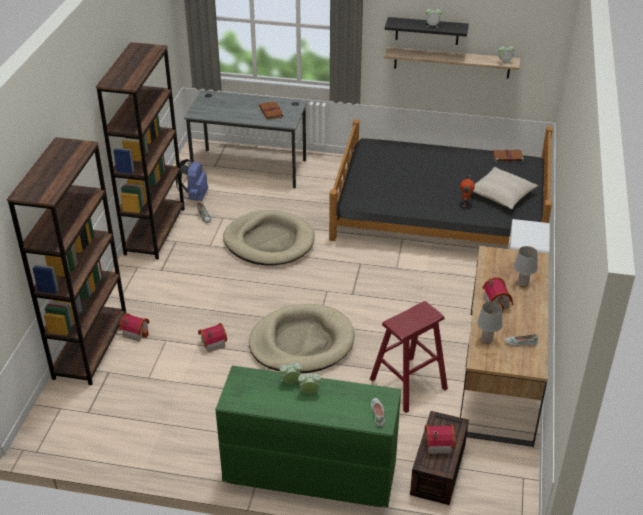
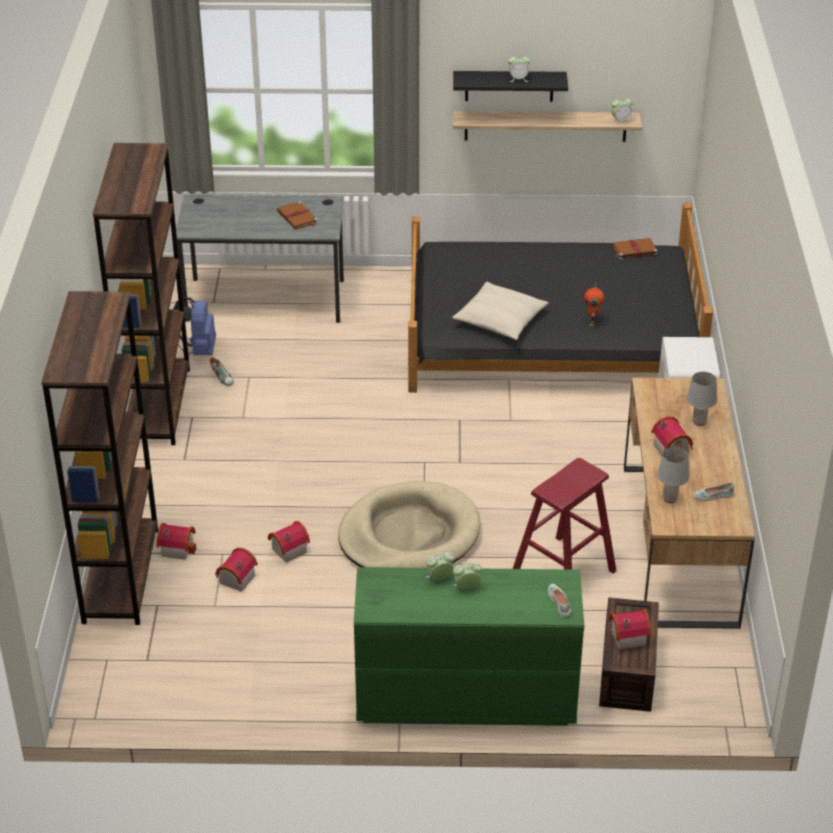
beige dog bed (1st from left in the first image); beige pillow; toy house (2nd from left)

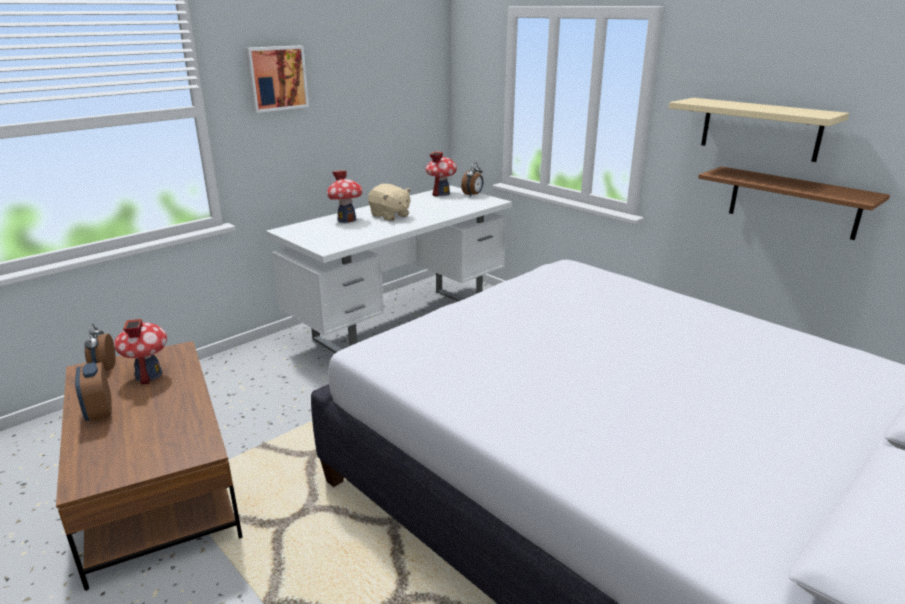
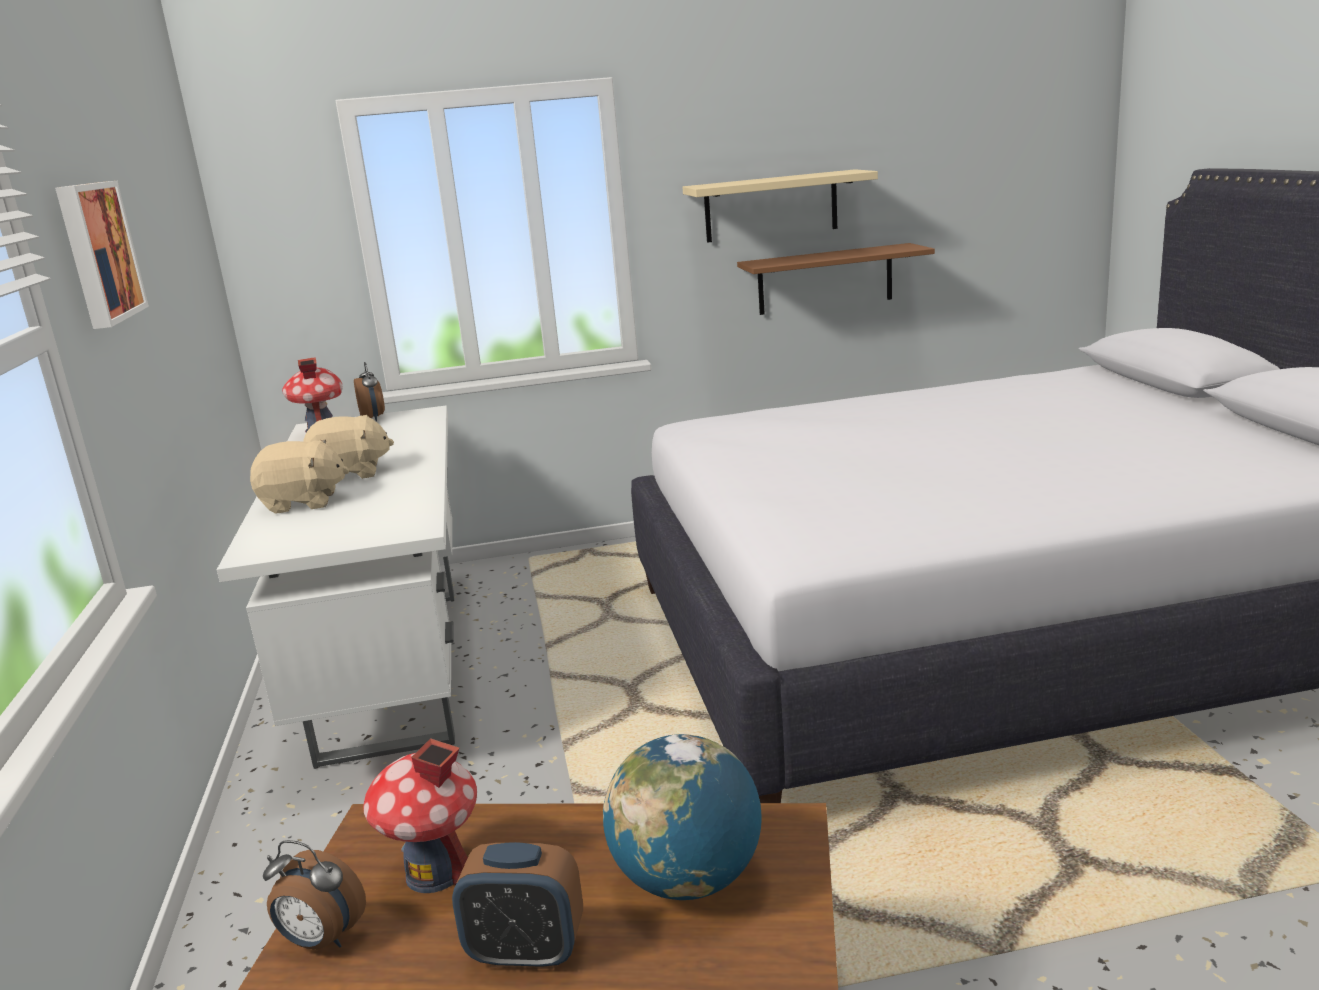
beige plush toy (1st from left); globe

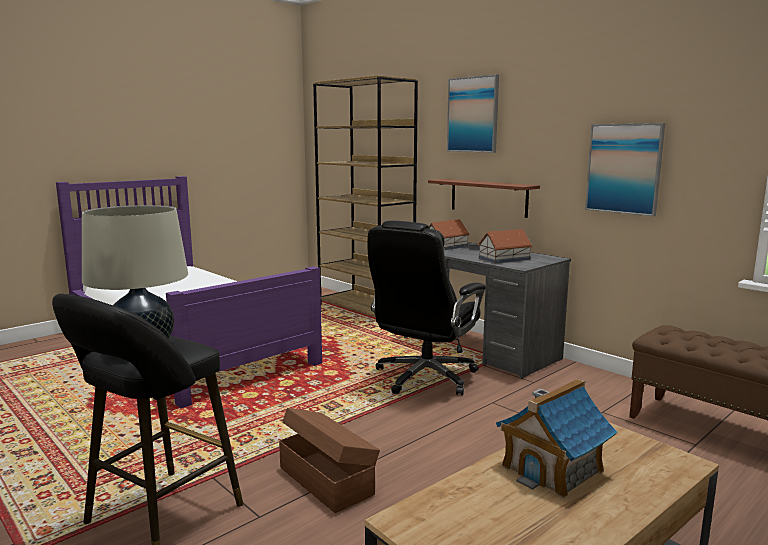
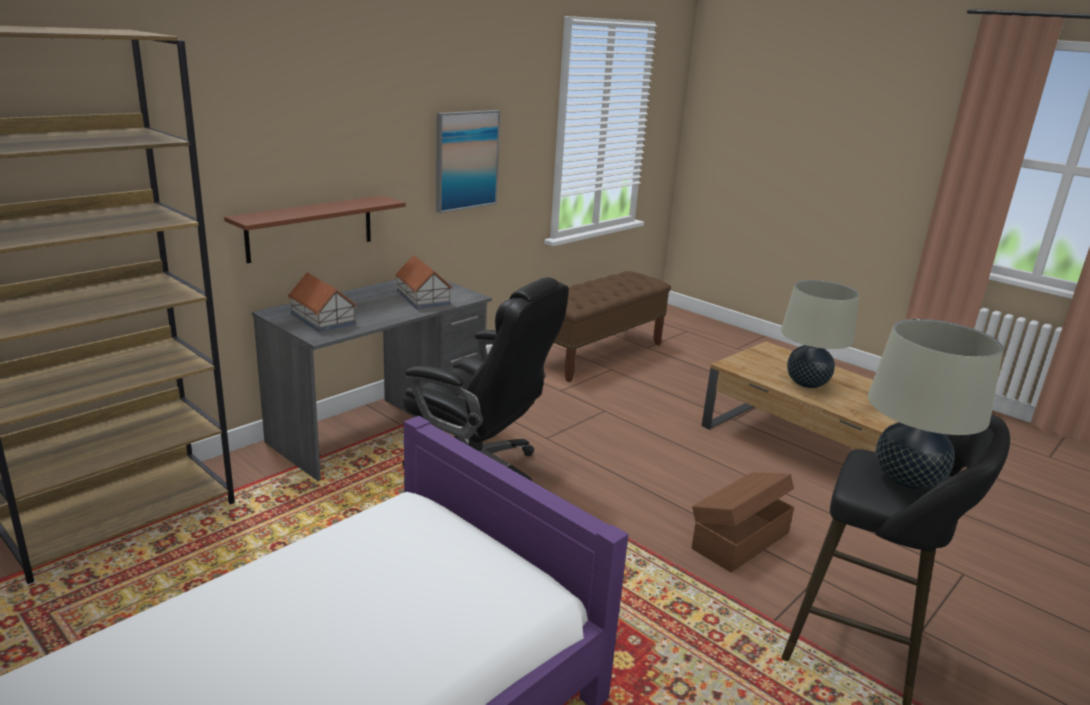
picture (1st from left in the first image); beige table lamp (1st from left)

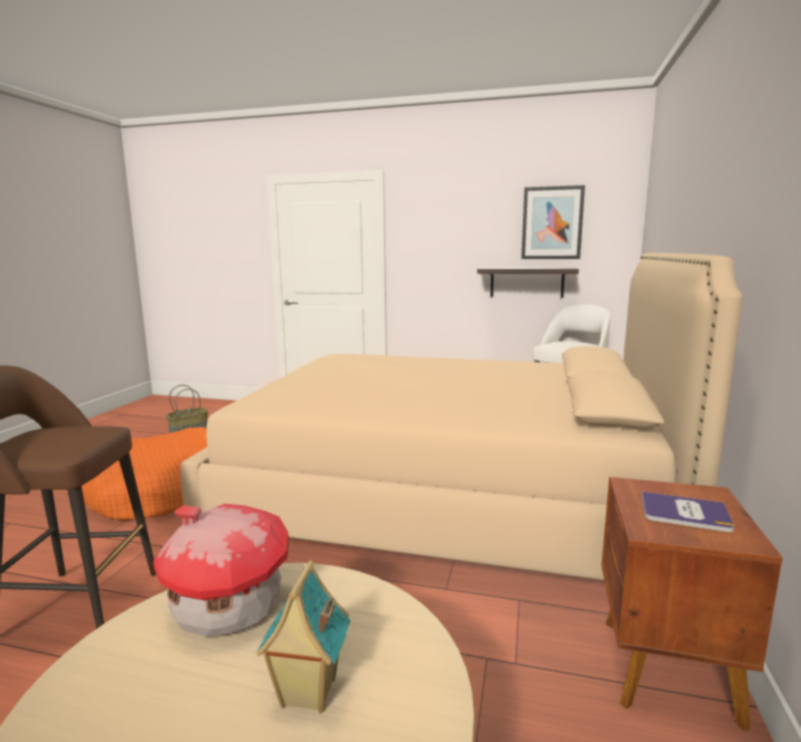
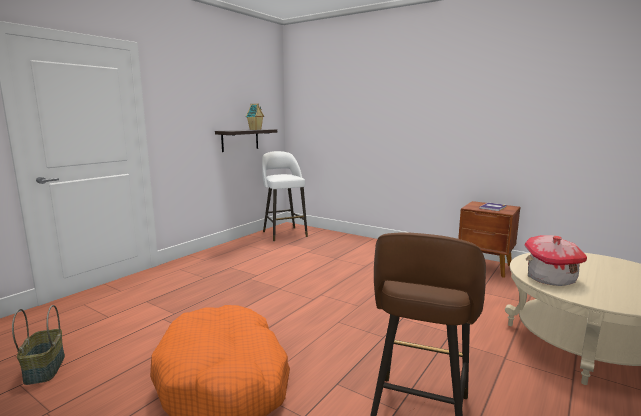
beige bed; toy house (1st from left); picture

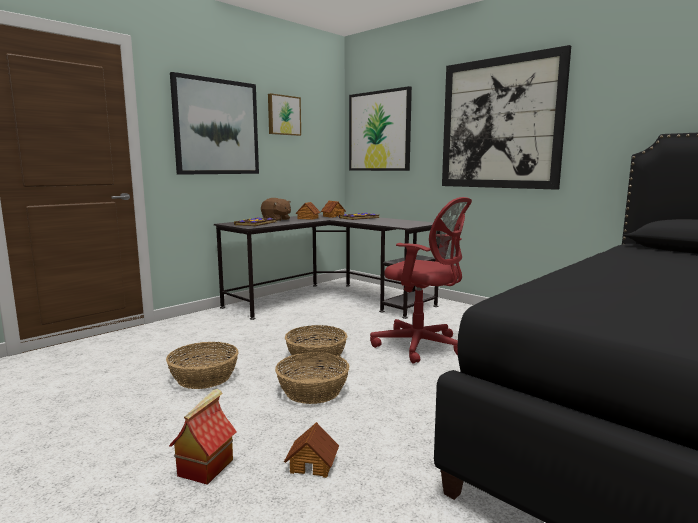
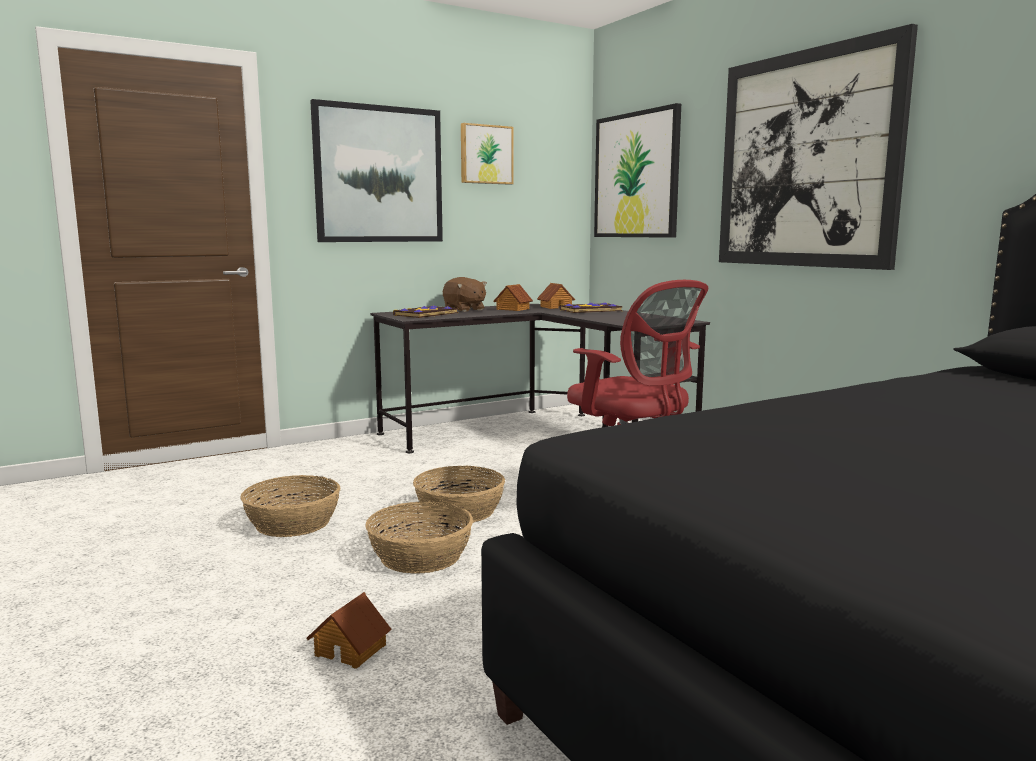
toy house (1st from left in the first image)

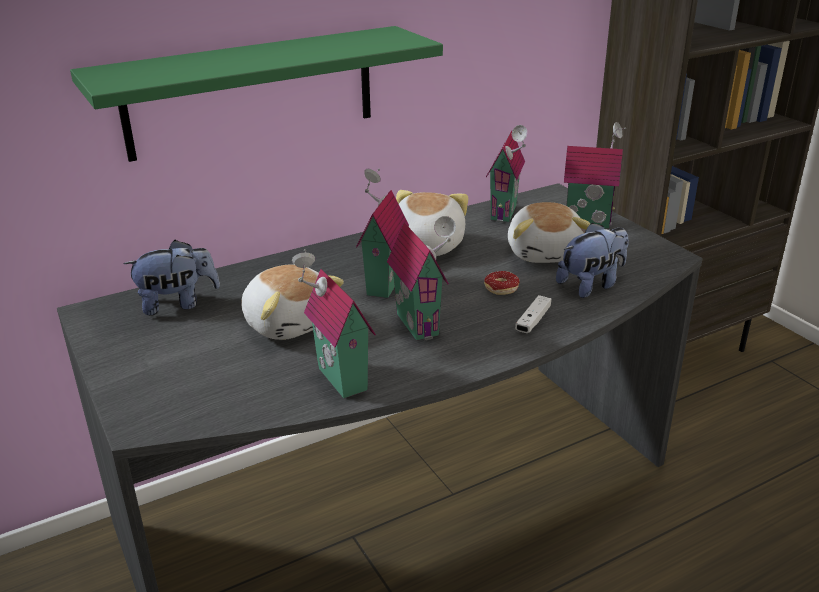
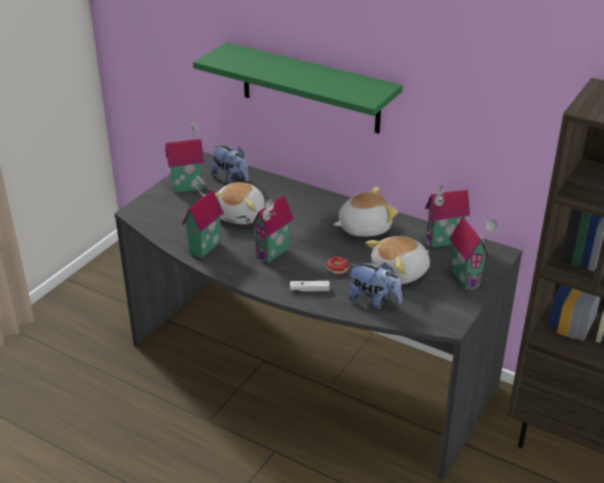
toy house (1st from left)

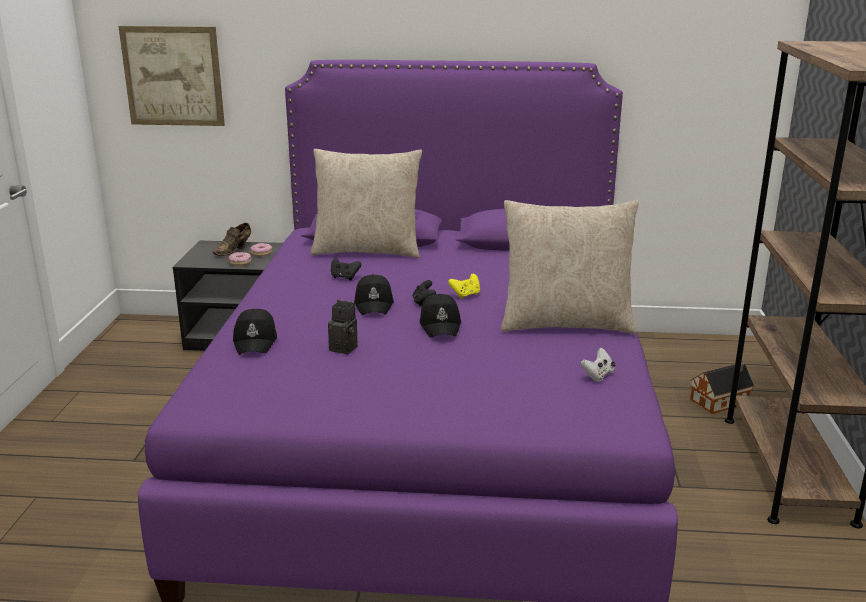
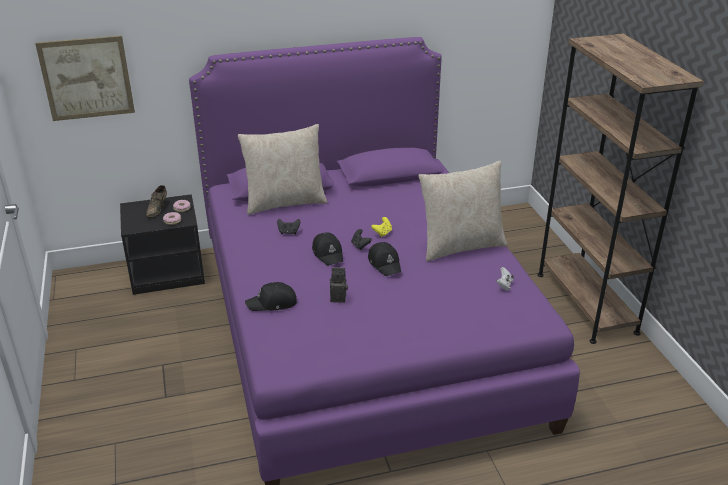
black cap (1st from left); toy house

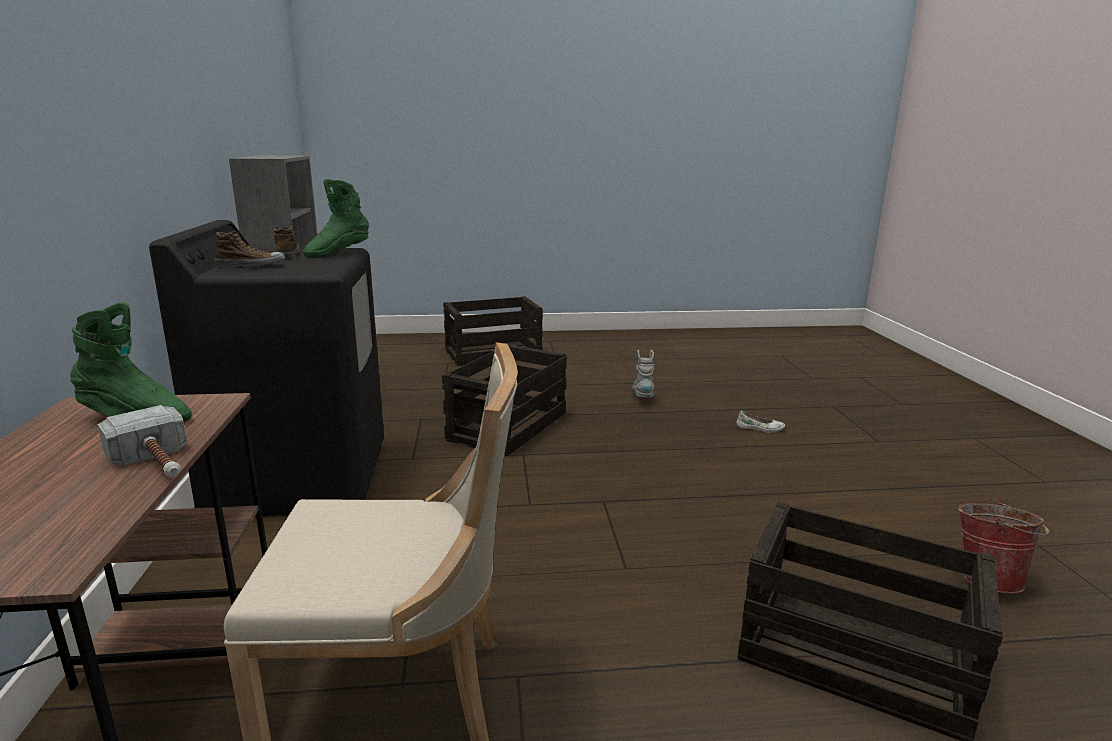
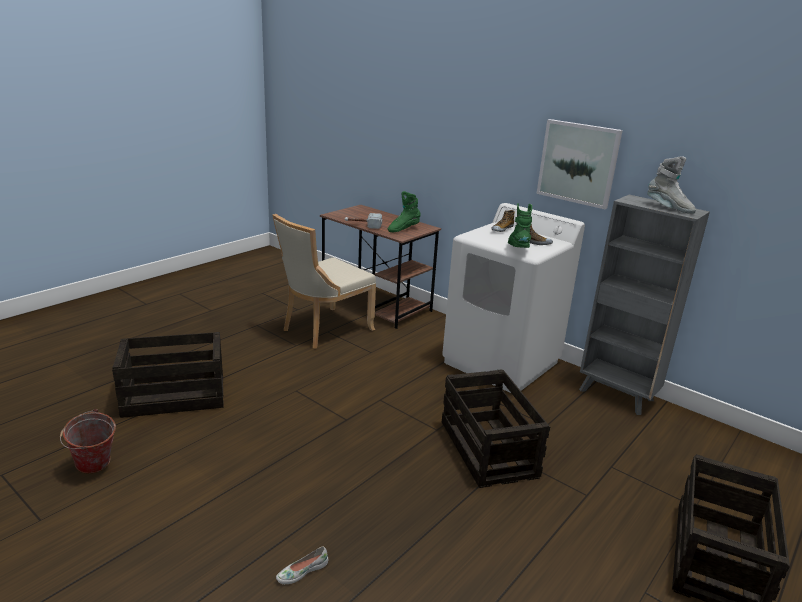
white washing machine; grey boot; picture

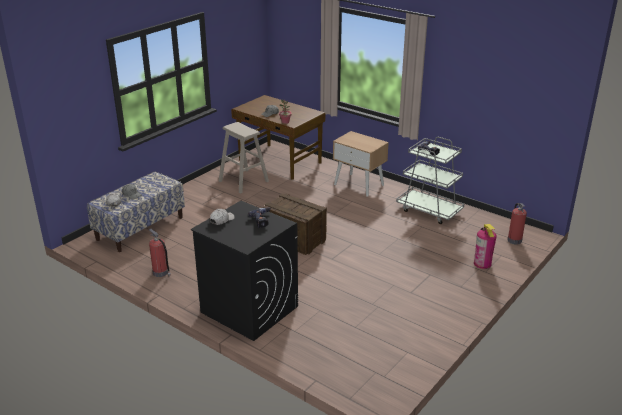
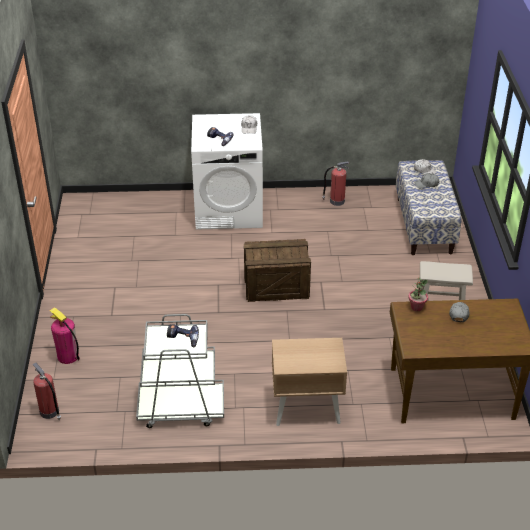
white washing machine

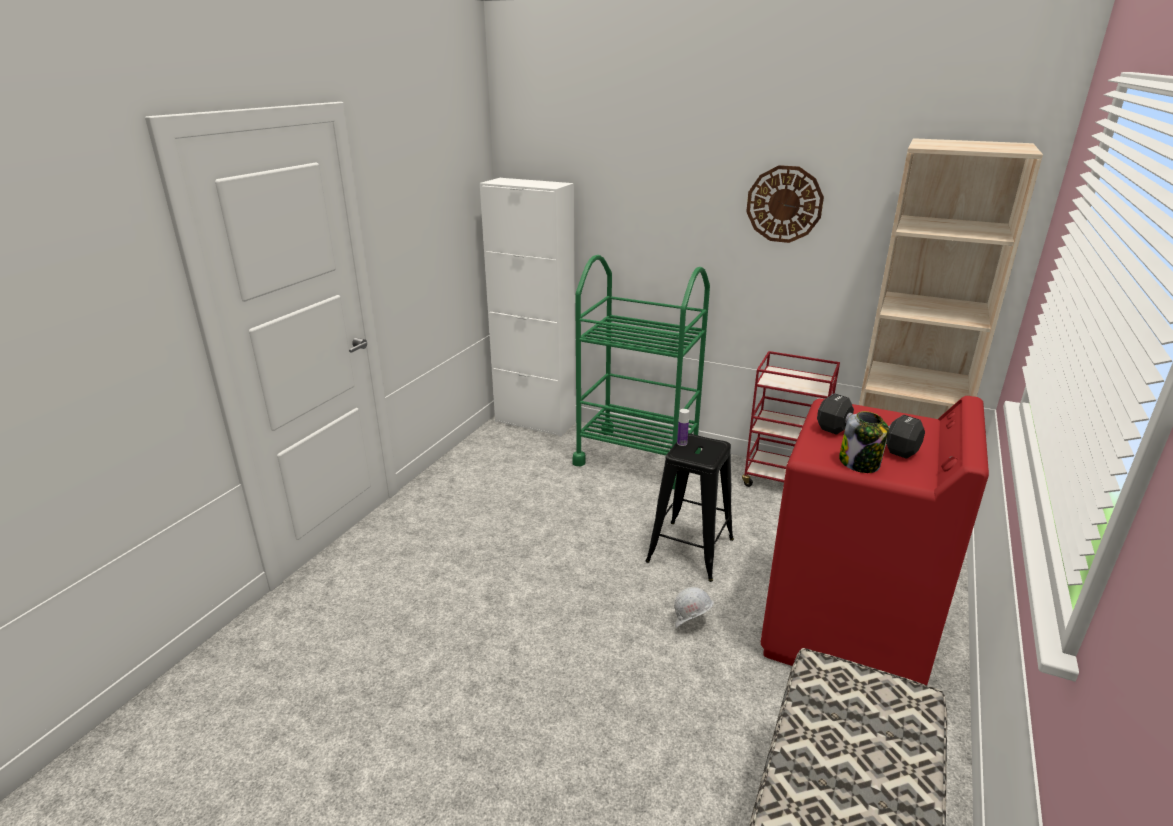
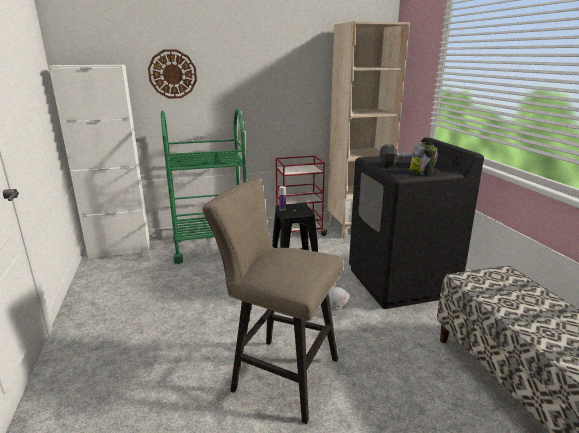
wall clock; black washing machine; beige stool

